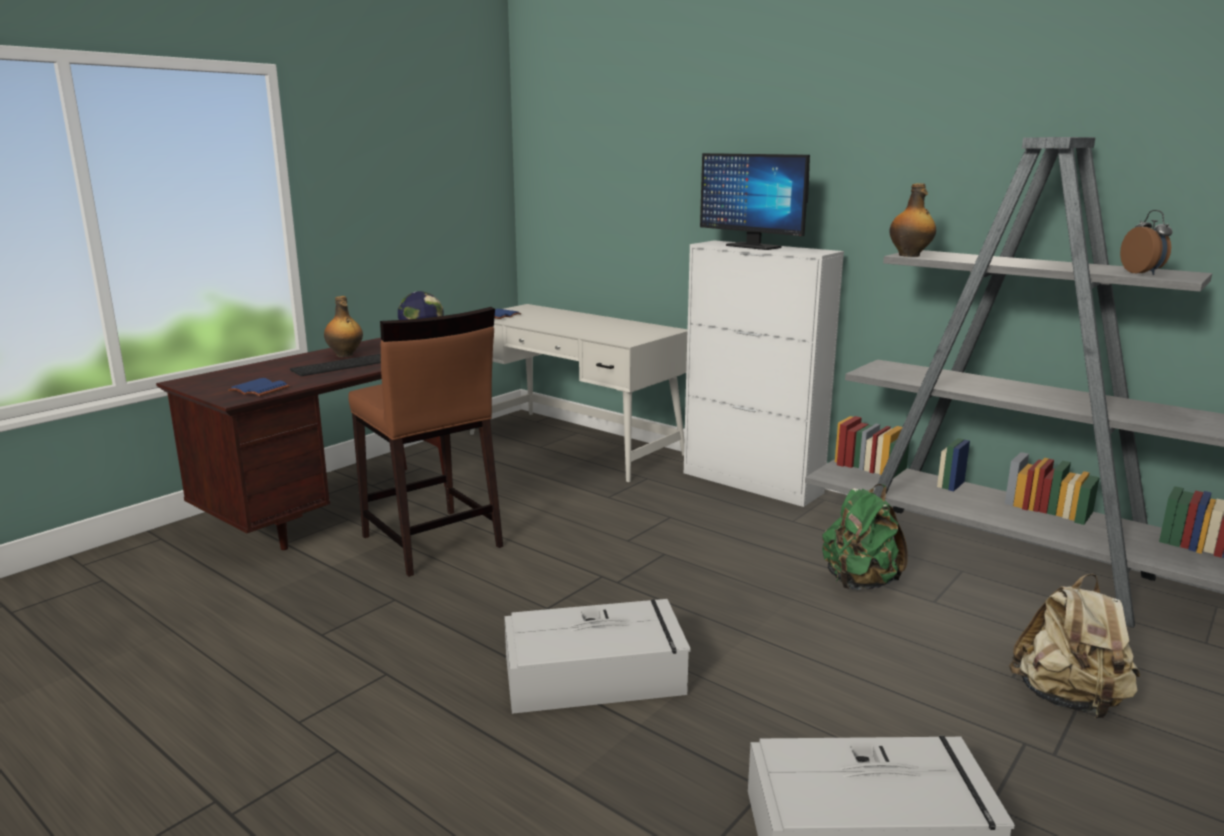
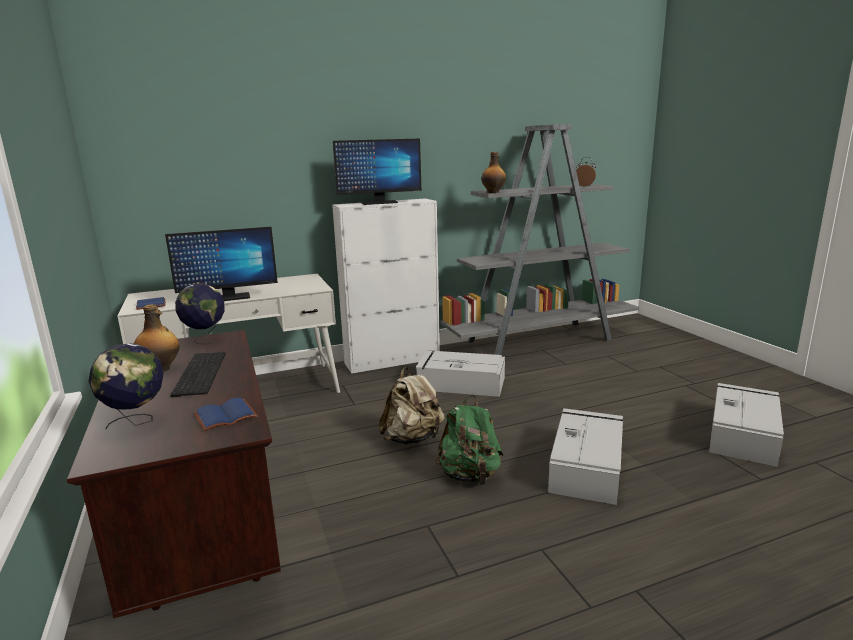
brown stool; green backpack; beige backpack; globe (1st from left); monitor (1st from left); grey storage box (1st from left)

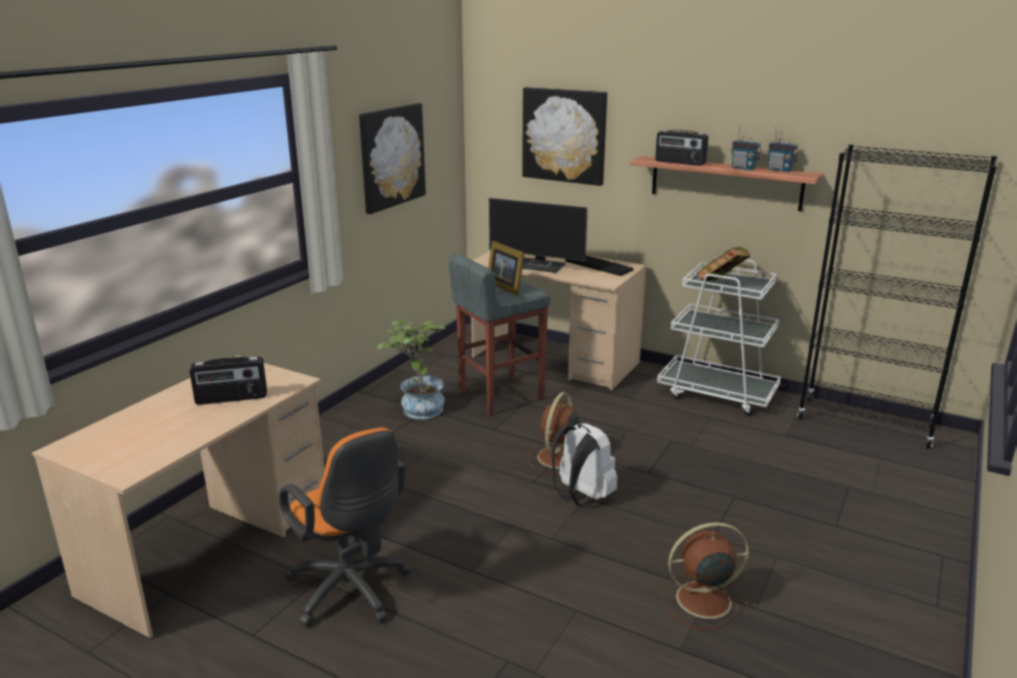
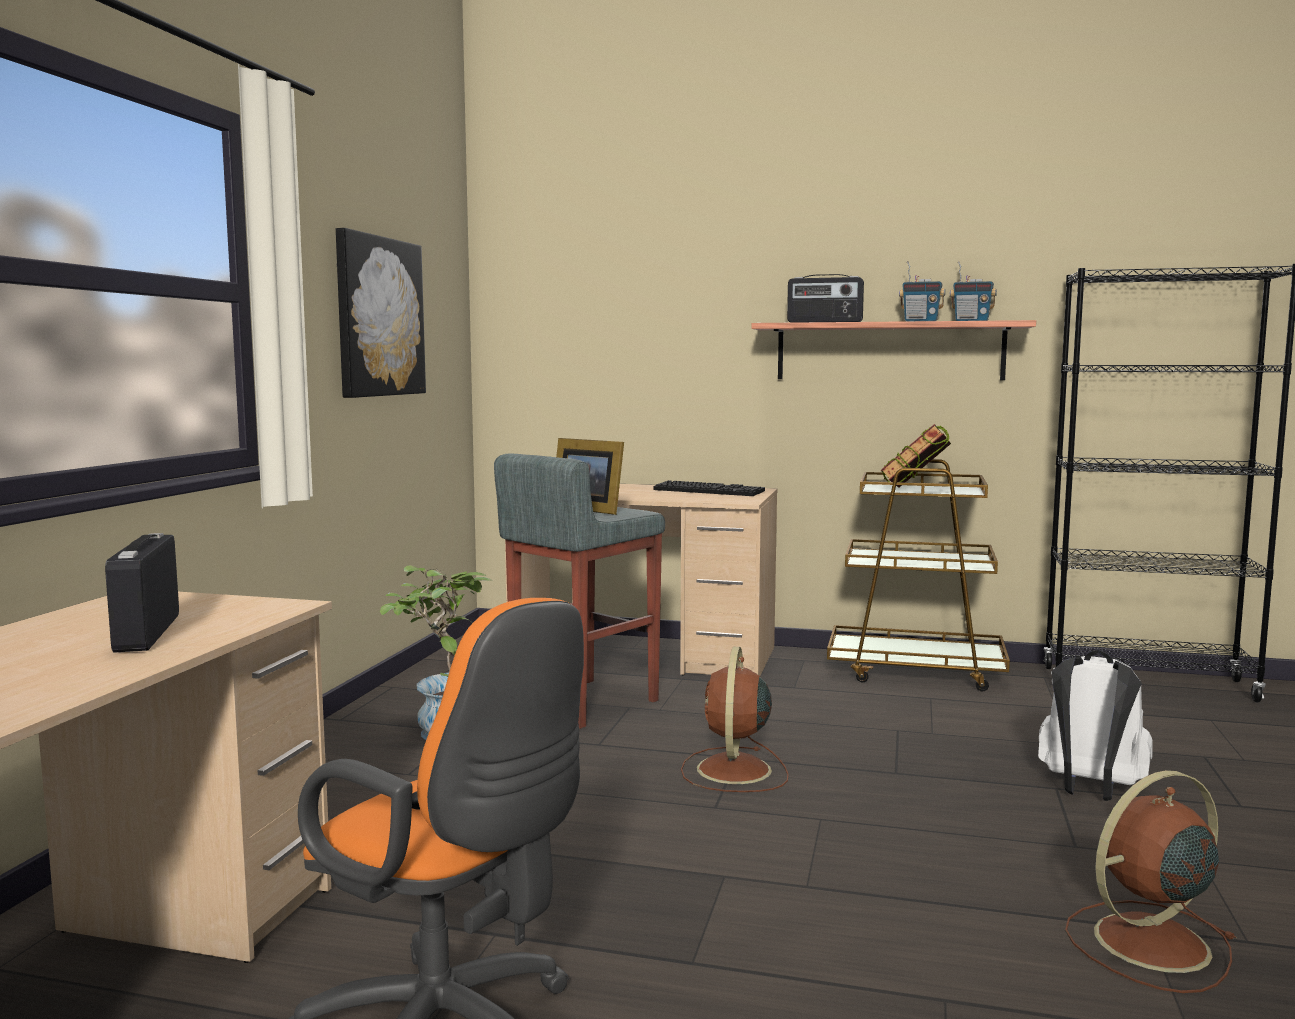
radio (1st from left); monitor; picture (2nd from left in the first image); white backpack; brown cart

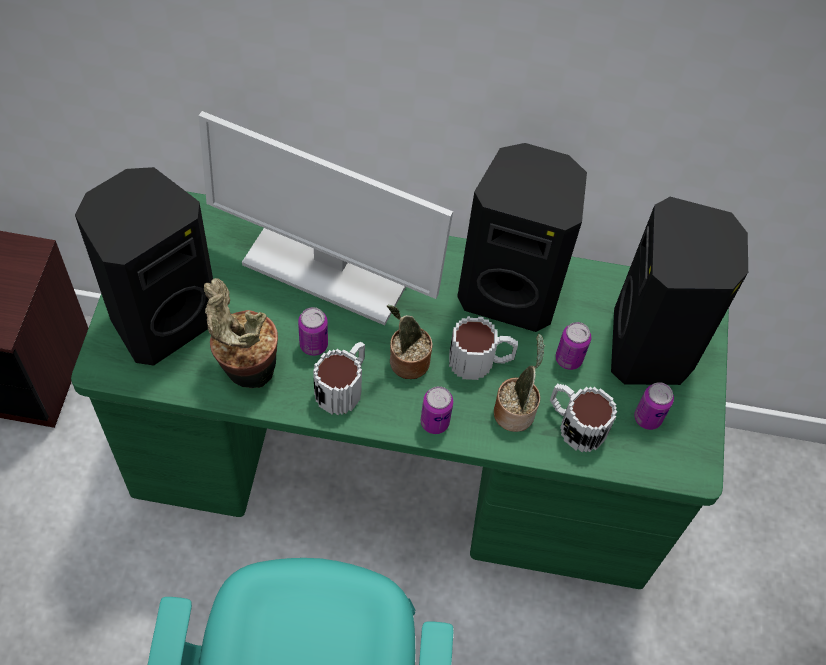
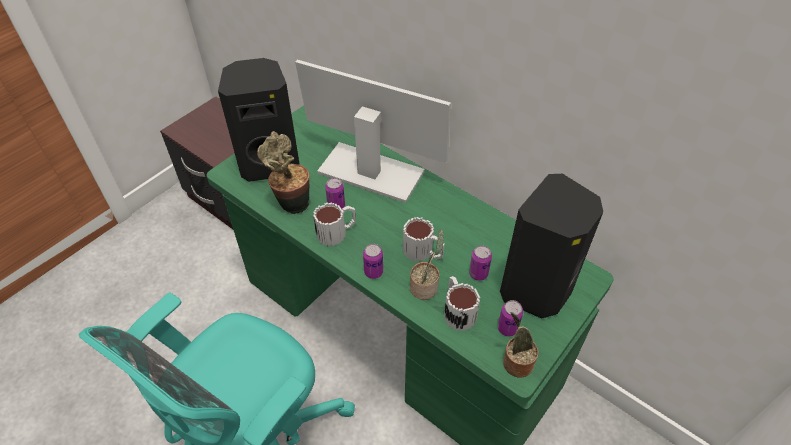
monitor; potted plant (3rd from left); black speaker (2nd from left in the first image)

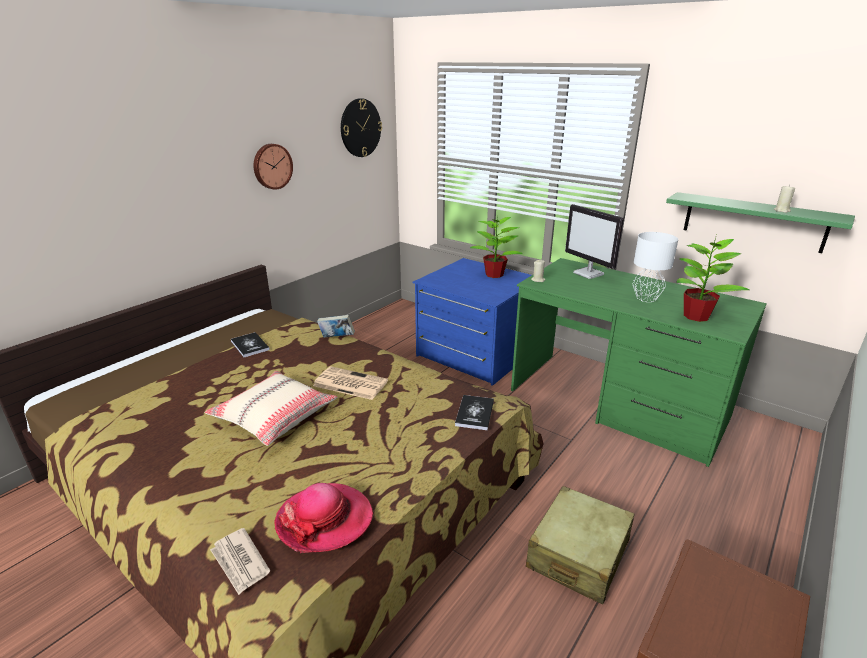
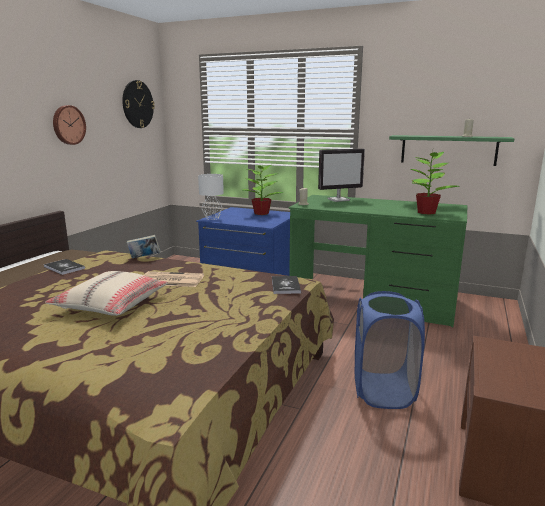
newspaper (1st from left in the first image); hat; blue laundry basket; monitor; white table lamp

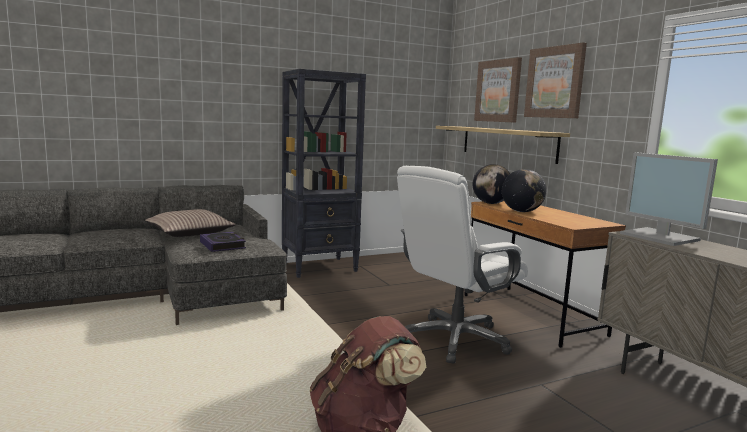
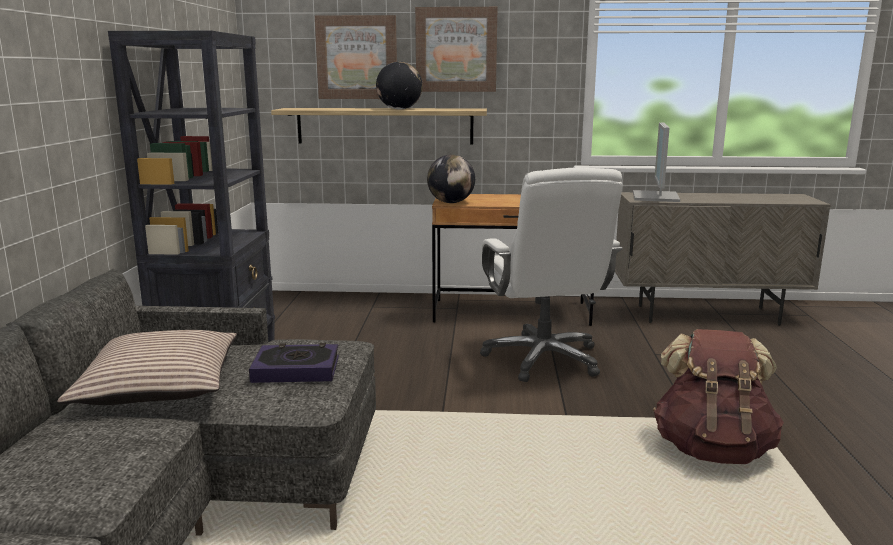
globe (1st from left); monitor

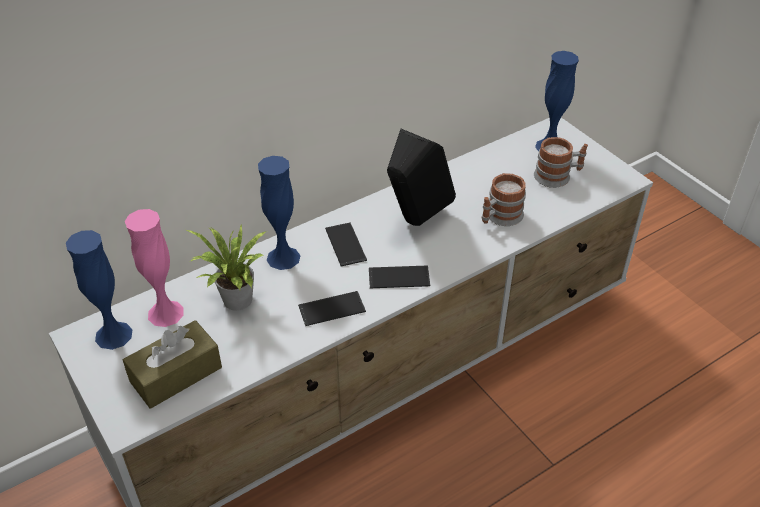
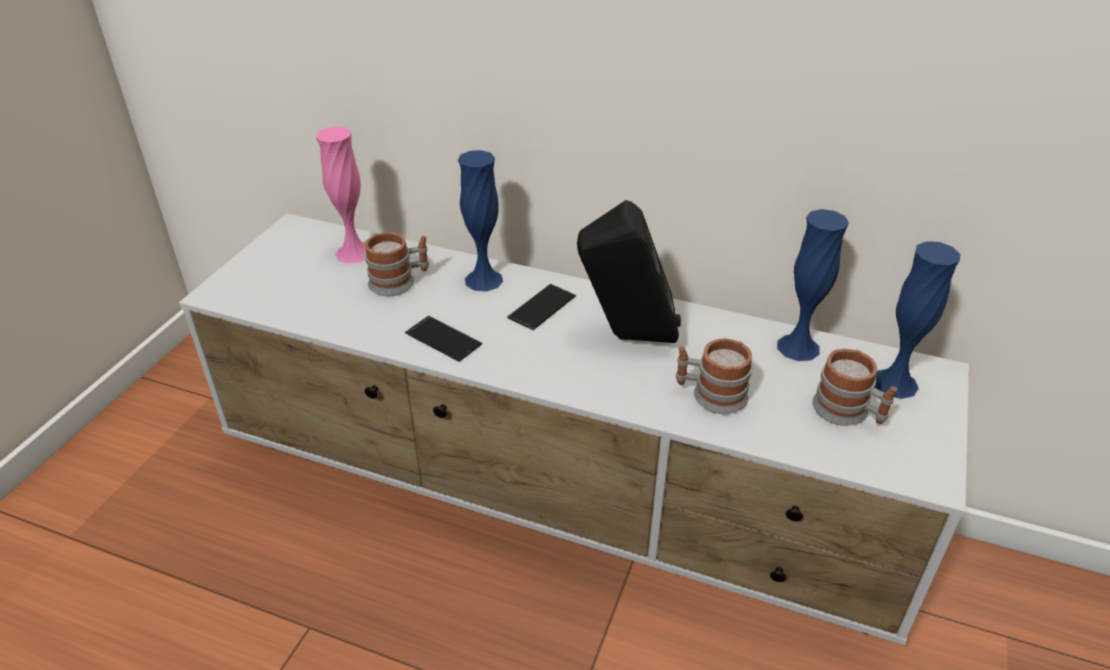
blue vase (2nd from left); brown tissue box; mug (1st from left); phone (3rd from left in the first image)

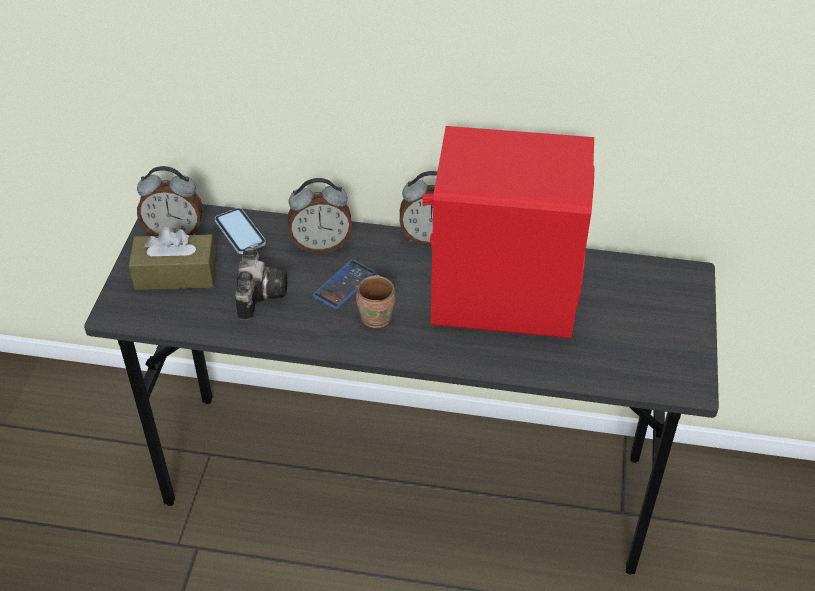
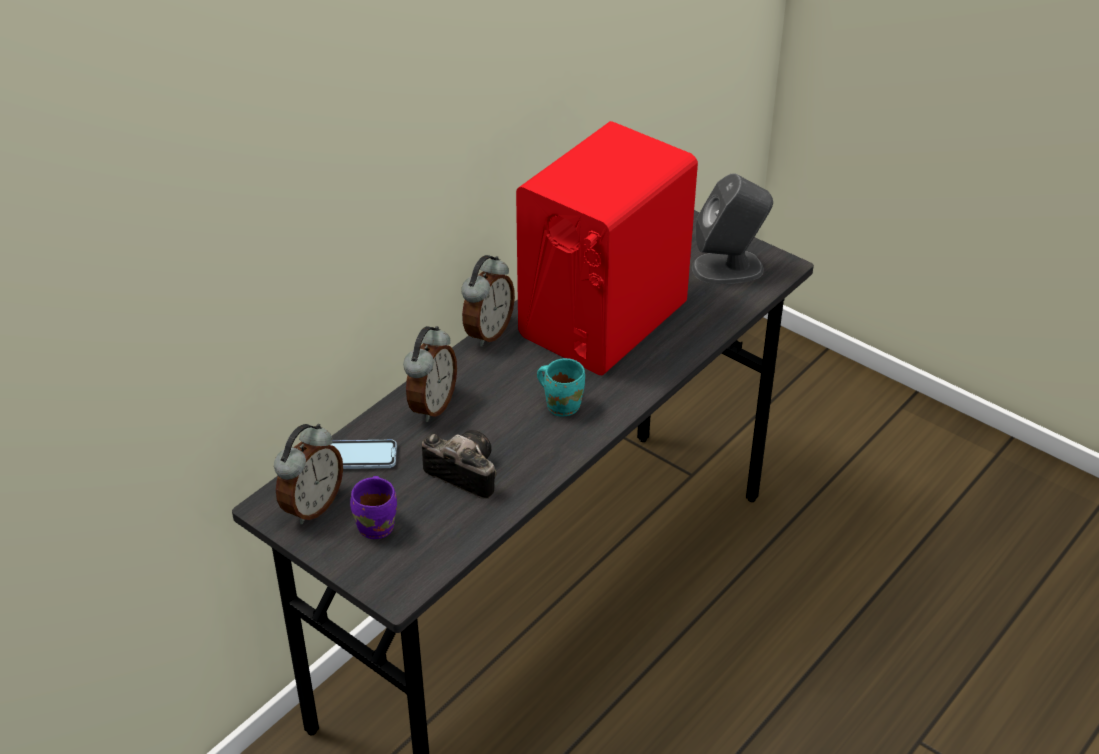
purple mug; phone (2nd from left in the first image); turquoise mug; grey speaker

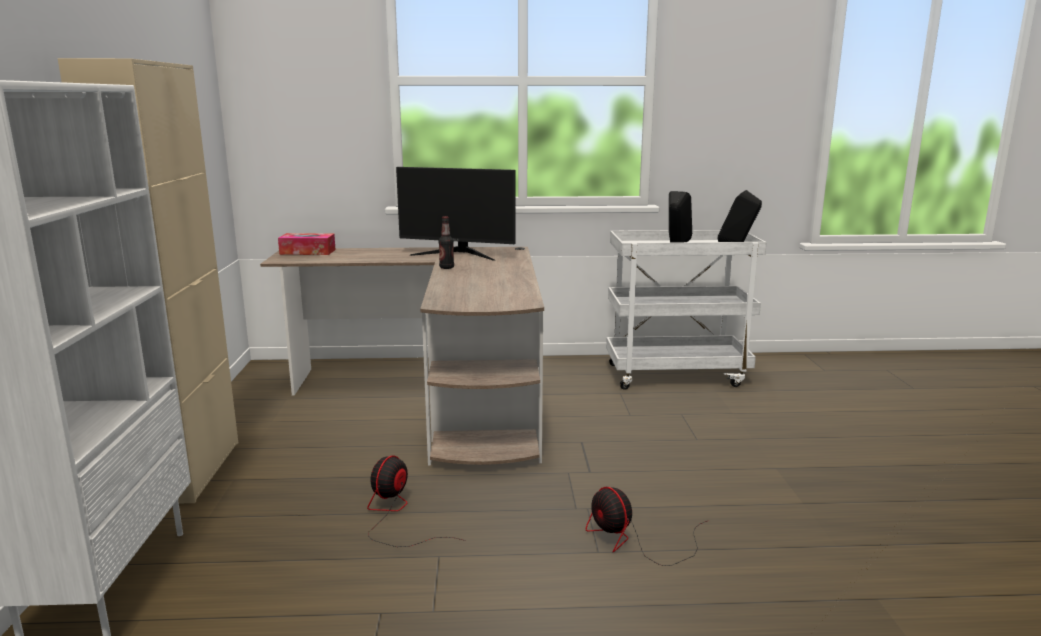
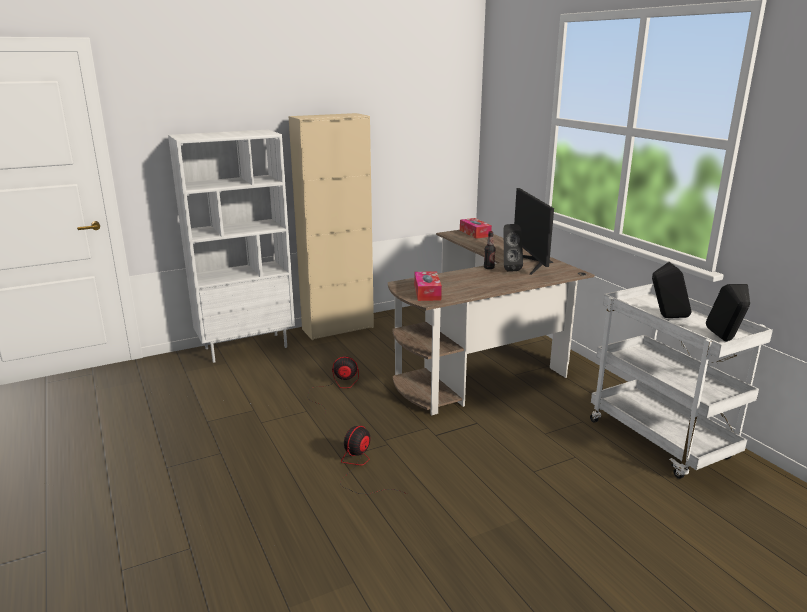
tissue box (1st from left); black speaker (1st from left)

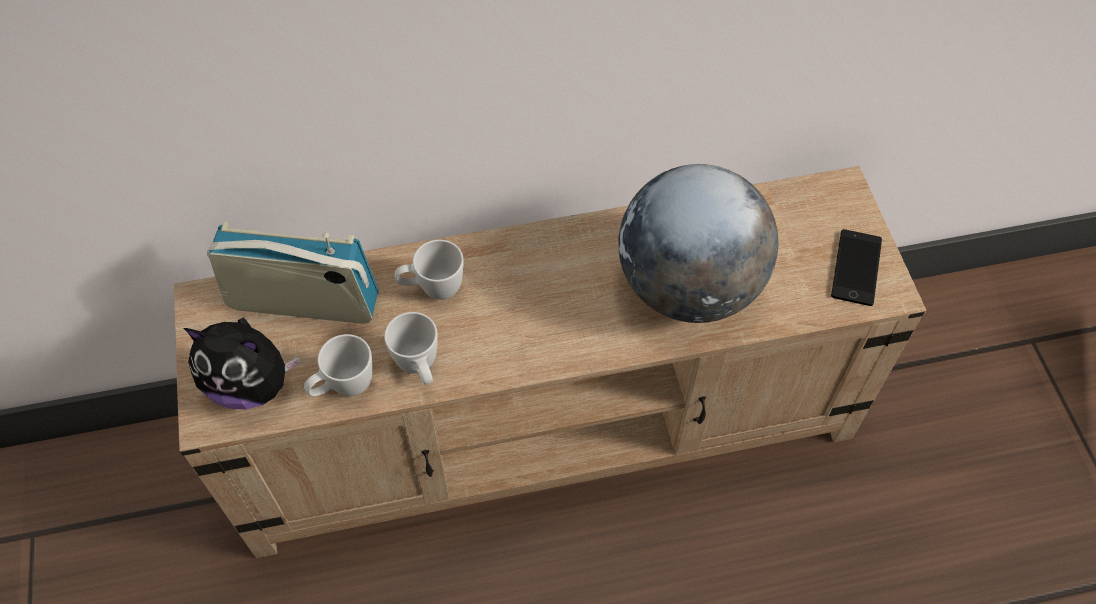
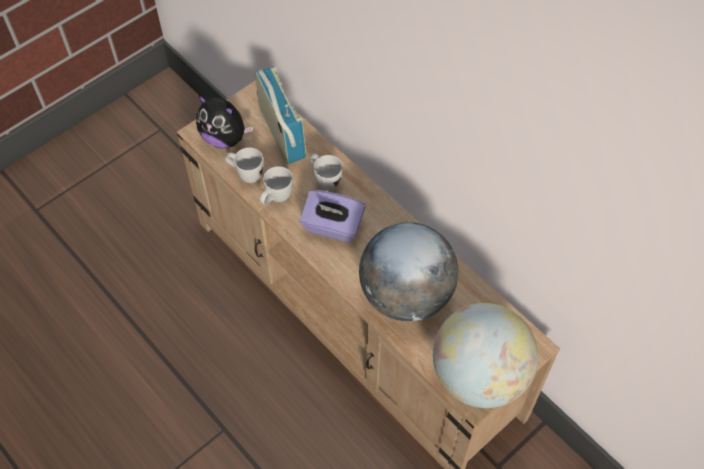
plush toy; globe (2nd from left); purple tissue box

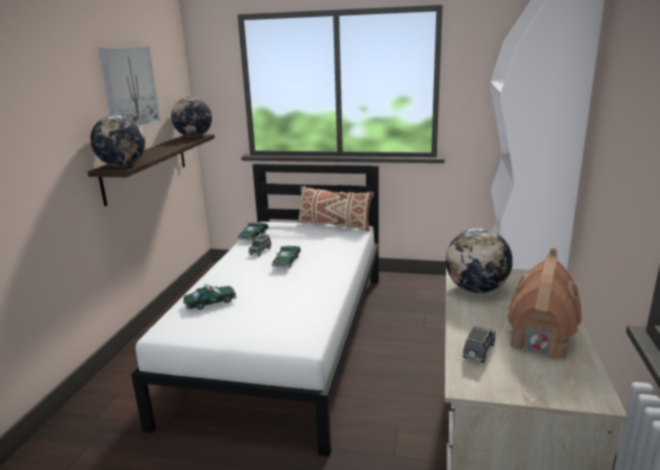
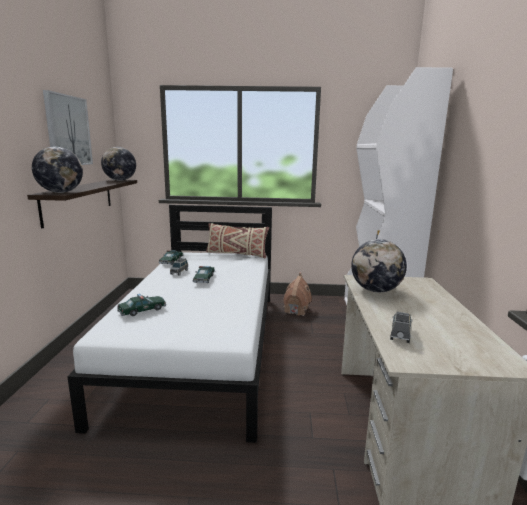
toy house

